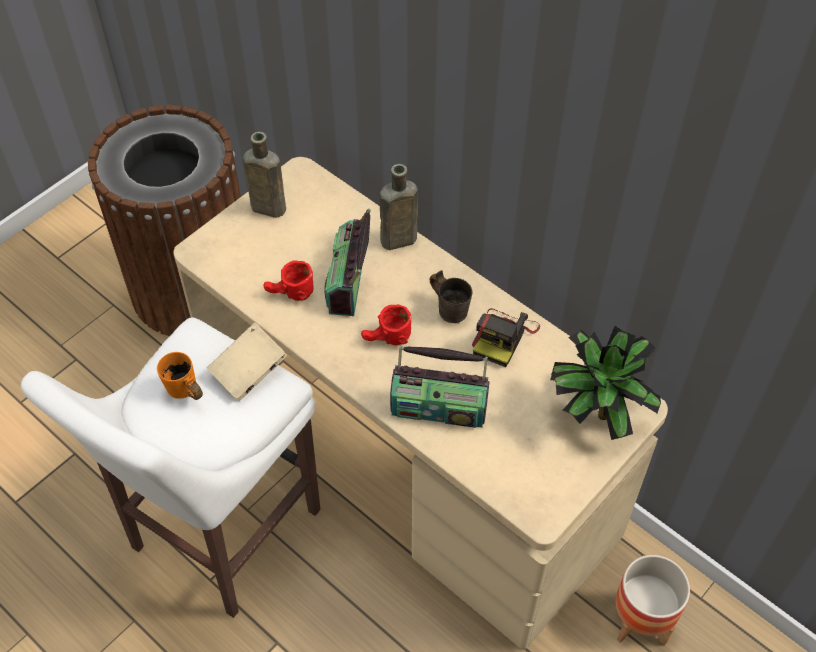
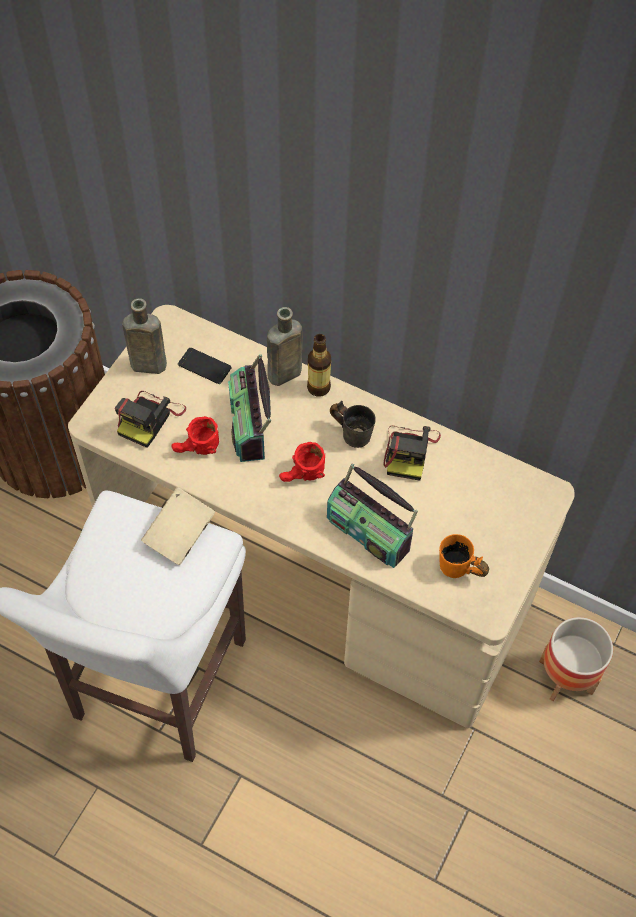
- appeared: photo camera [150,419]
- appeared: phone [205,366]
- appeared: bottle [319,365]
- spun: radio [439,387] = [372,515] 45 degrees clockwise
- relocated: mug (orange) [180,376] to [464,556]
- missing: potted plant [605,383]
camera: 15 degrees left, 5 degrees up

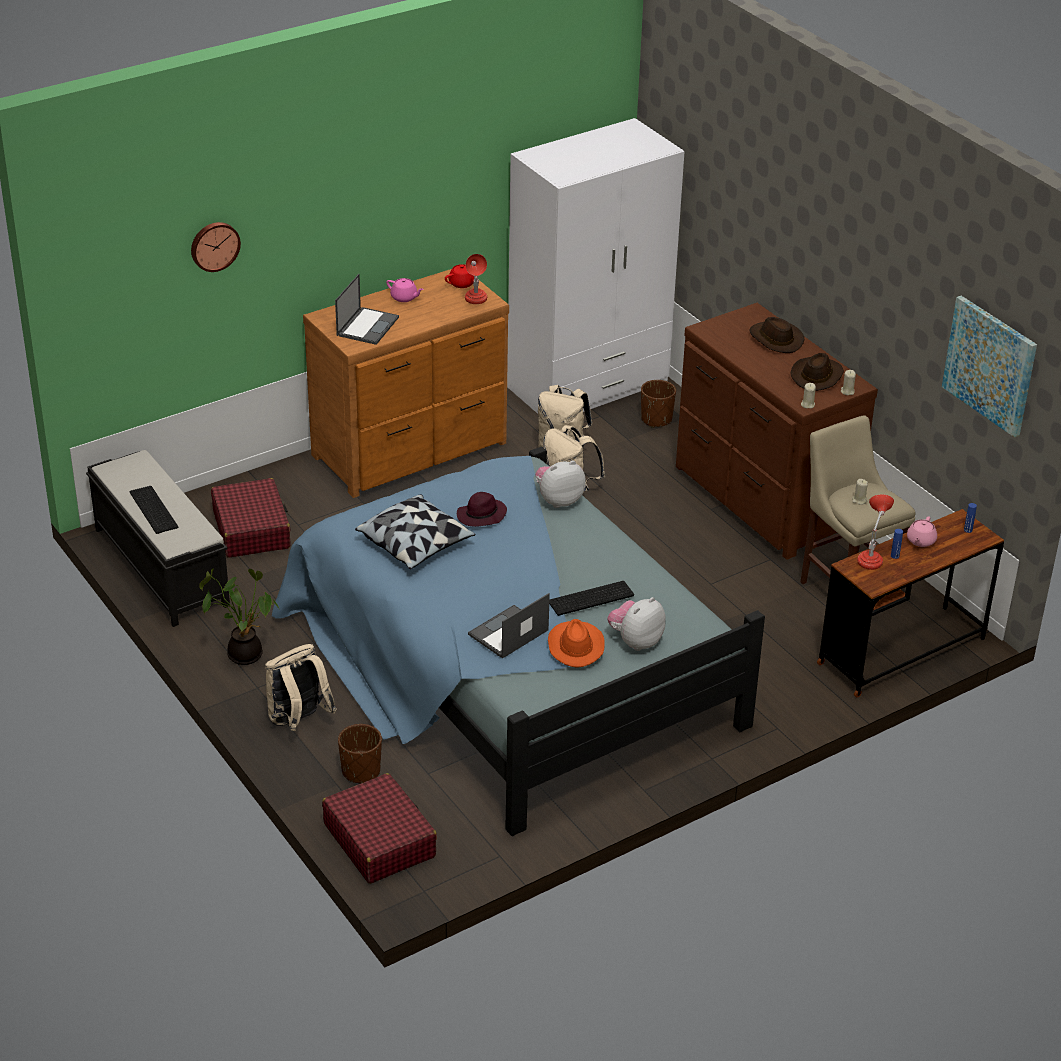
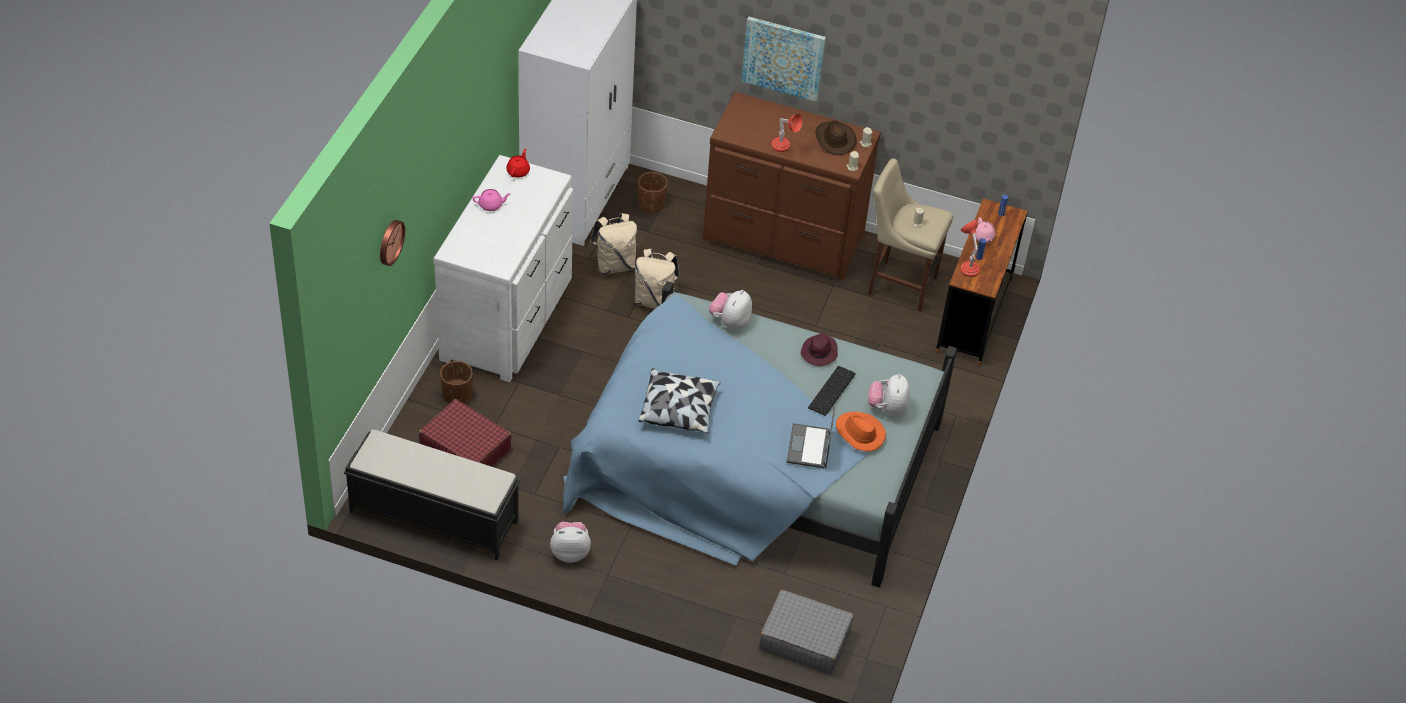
- colour: dresser (brown) [406,383] to dresser (white) [503,268]
- relocated: planter (brown) [360,754] to [456,382]
- exchanged: potted plant [239,616] to plush toy [570,542]
- relocated: picture [989,367] to [783,59]
- colour: suitcase (red) [379,828] to suitcase (grey) [806,632]
- relocated: table lamp (red) [476,279] to [786,133]
- relocated: hat (purple) [482,509] to [819,350]
- missing: keyboard [154,510]
- missing: backpack (beige) [301,687]
- missing: laptop [367,309]
- missing: hat (brown) [776,335]
camera: 40 degrees left, 10 degrees up

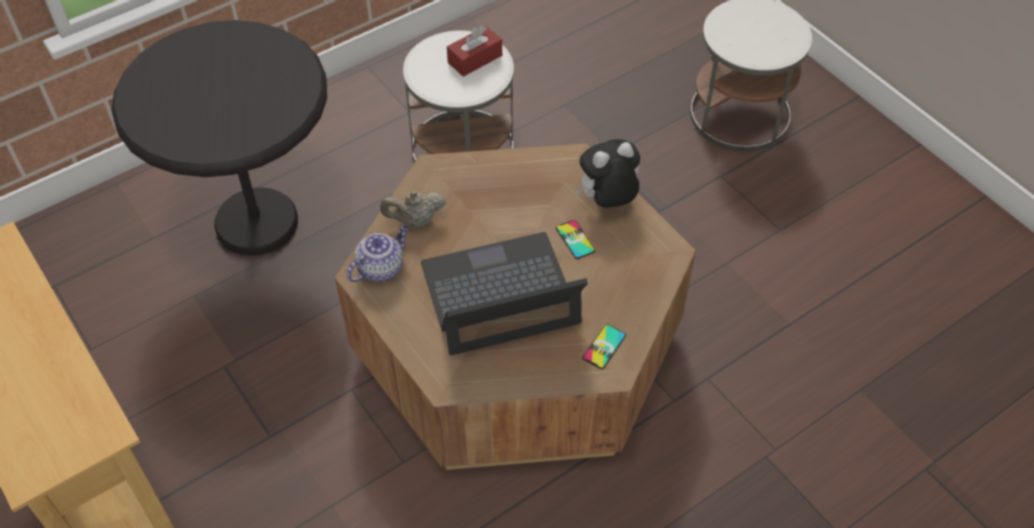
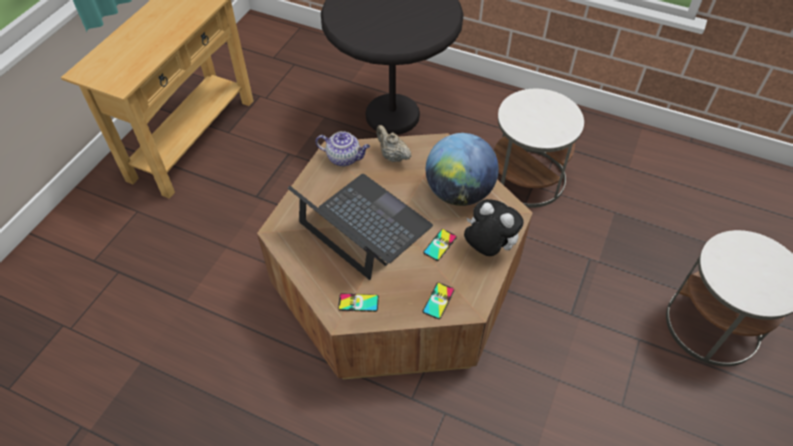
- appeared: phone [439,301]
- appeared: globe [462,169]
- missing: tissue box (red) [474,51]
camera: 60 degrees right, 0 degrees up

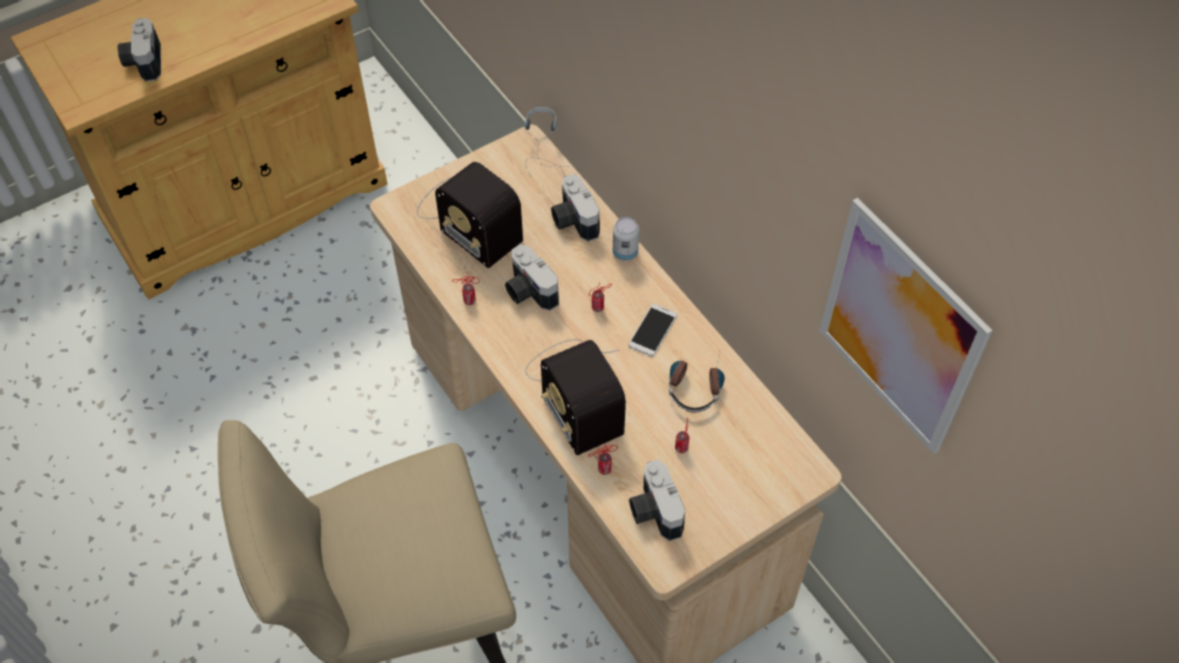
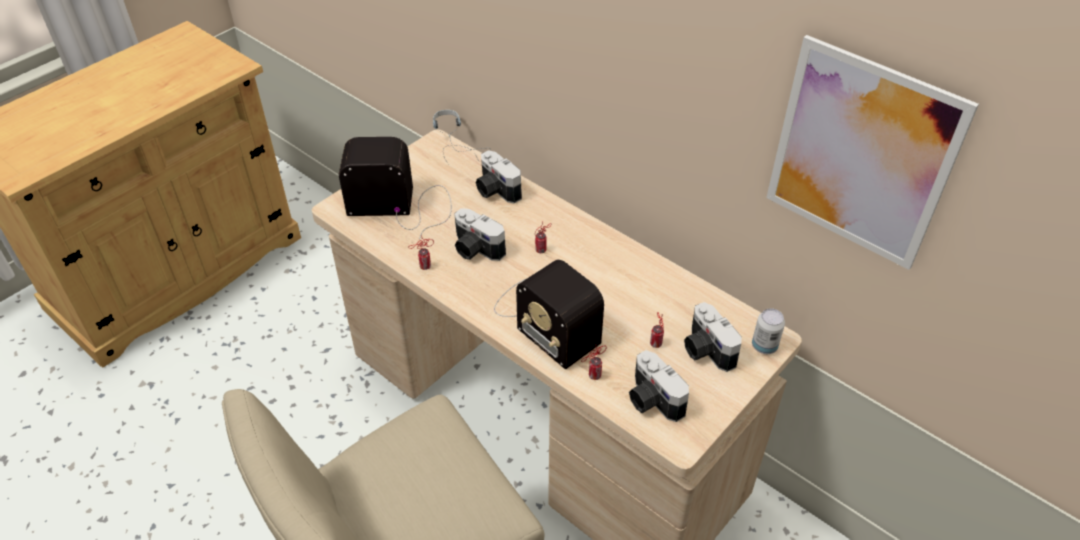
- spun: radio [470,215] = [395,188] 150 degrees clockwise
- relocated: photo camera [139,50] to [713,337]
- relocated: can [626,239] to [768,331]
- missing: phone [652,330]
- missing: headphones [697,382]
camera: 15 degrees left, 10 degrees down

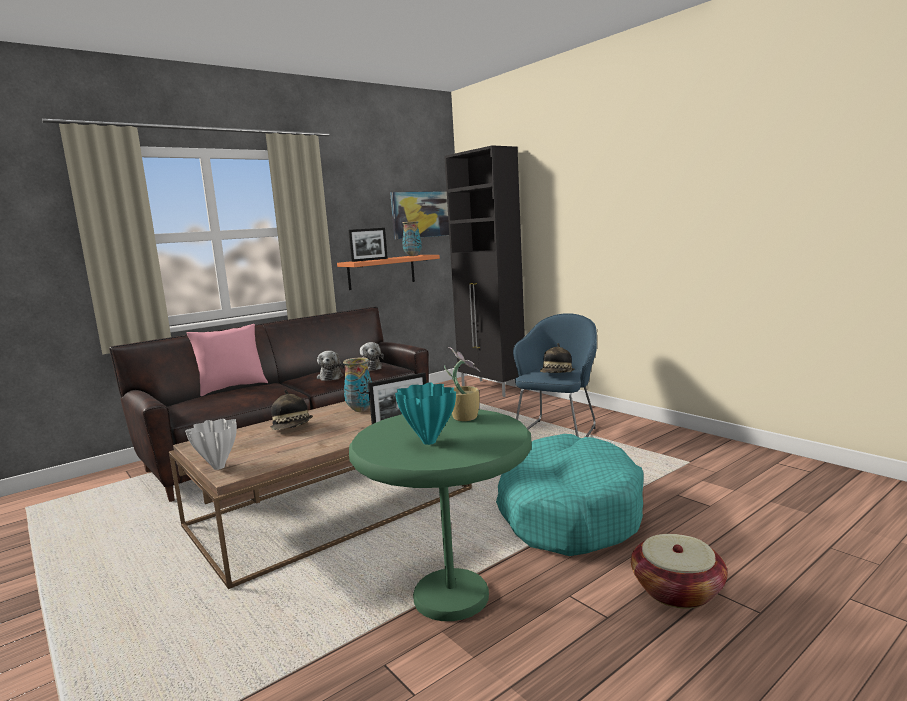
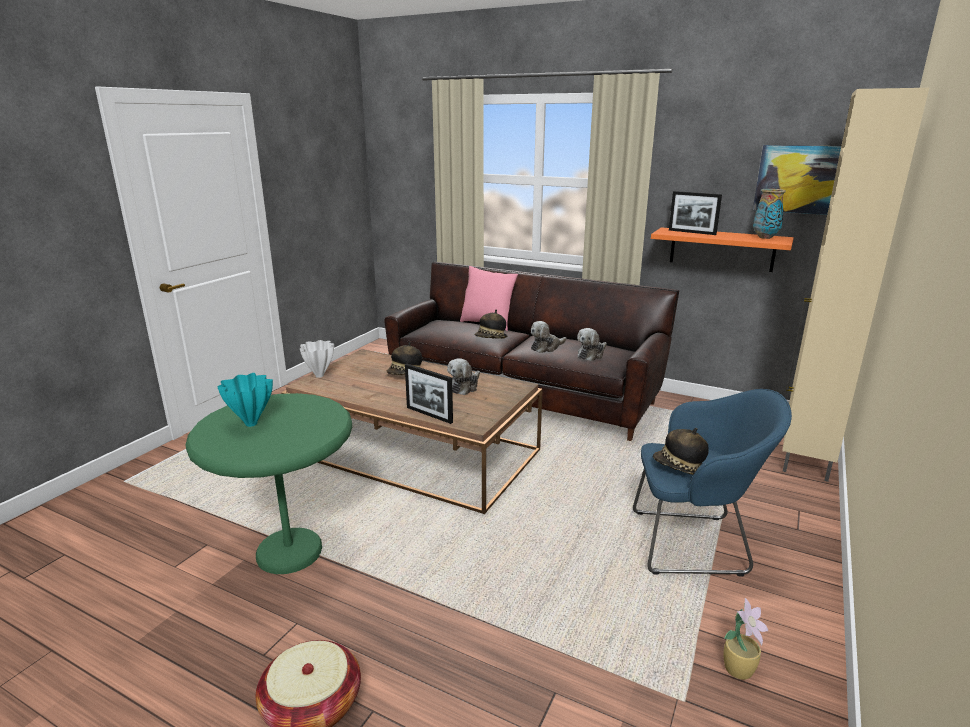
- exchanged: vase [357,384] to plush toy [463,376]
- appeared: hat [491,324]
- relocated: potted plant [462,384] to [746,639]
- colour: cabinet (black) [484,271] to cabinet (beige) [855,285]
- missing: dog bed (turquoise) [569,495]
camera: 65 degrees right, 10 degrees up

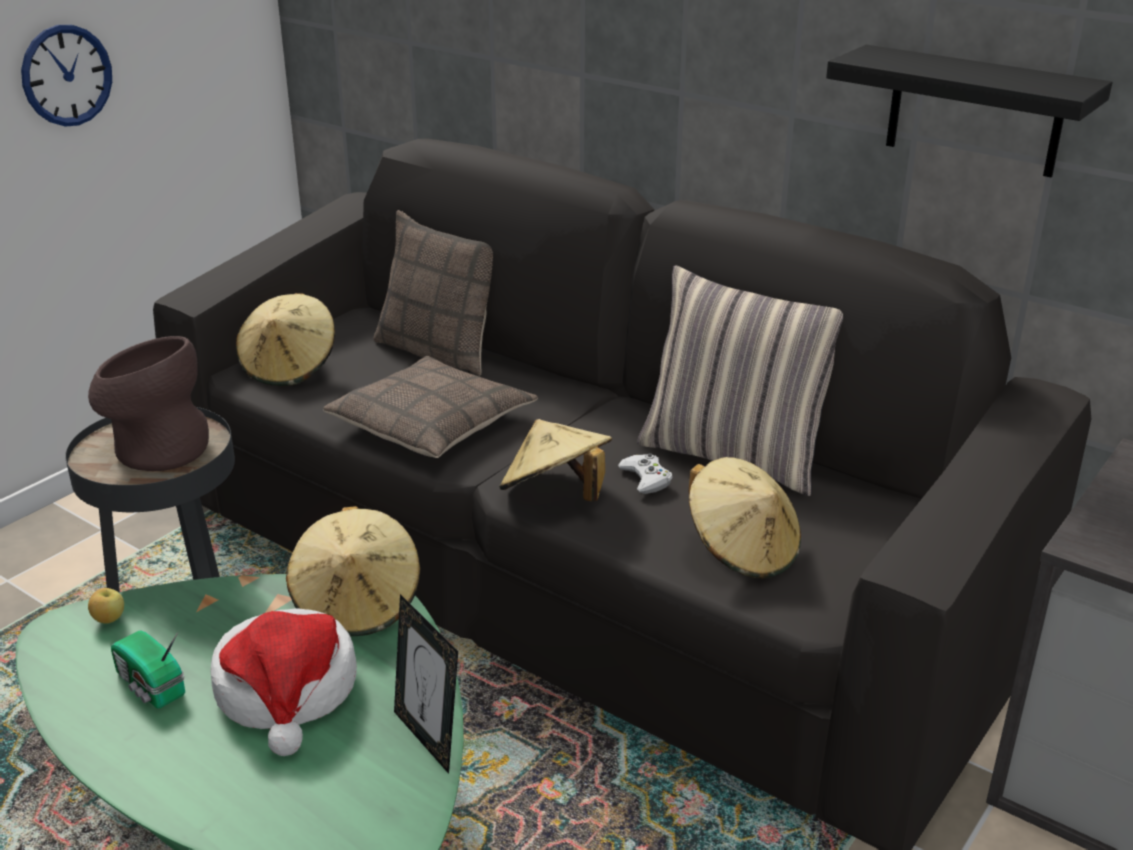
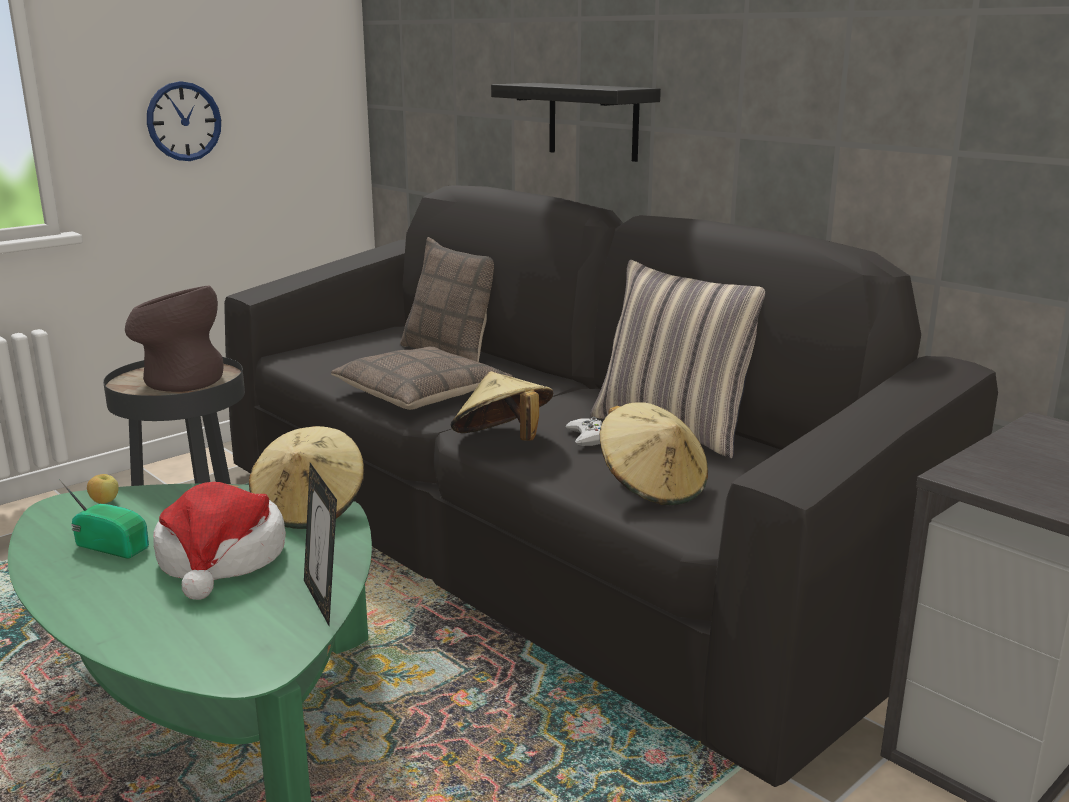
- spun: radio [148,669] = [104,519] 150 degrees clockwise
- relocated: shelf (black) [969,111] to [576,122]
- missing: hat (beige) [285,339]
camera: 10 degrees right, 10 degrees down

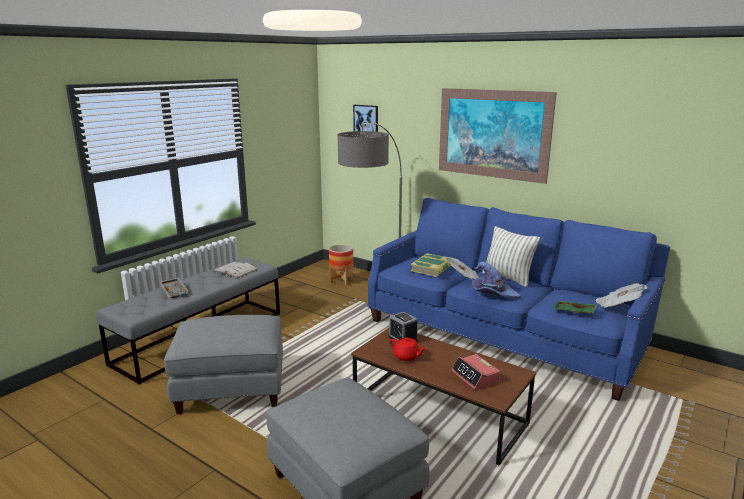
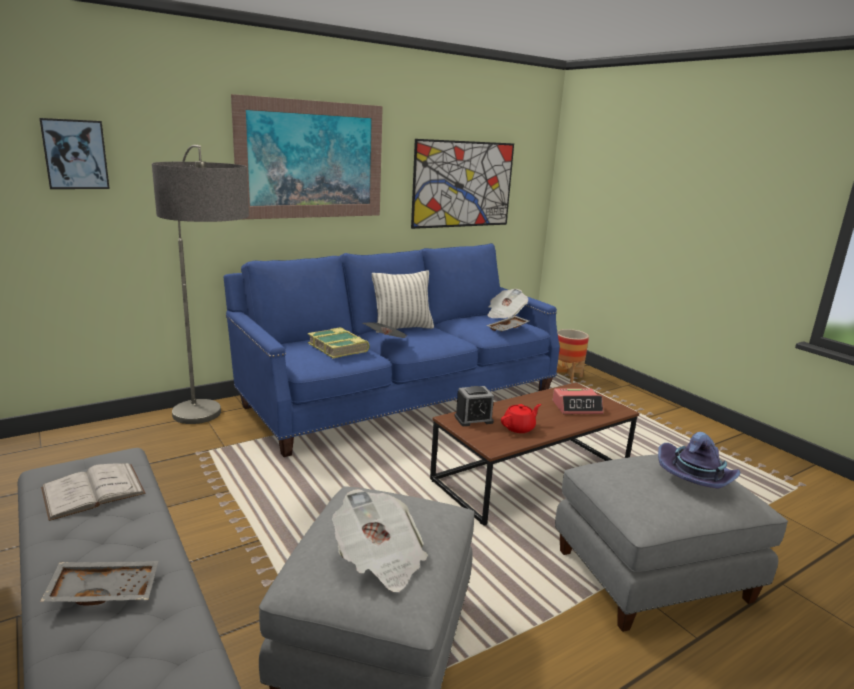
- appeared: newspaper [380,540]
- appeared: picture [462,184]
- colour: tray (green) [575,307] to tray (grey) [507,323]
- relocated: planter [341,264] to [573,356]
- relocated: hat (purple) [496,280] to [699,460]
camera: 70 degrees left, 0 degrees up

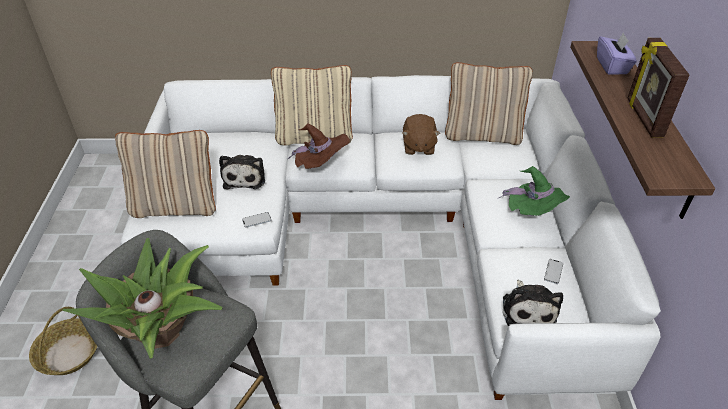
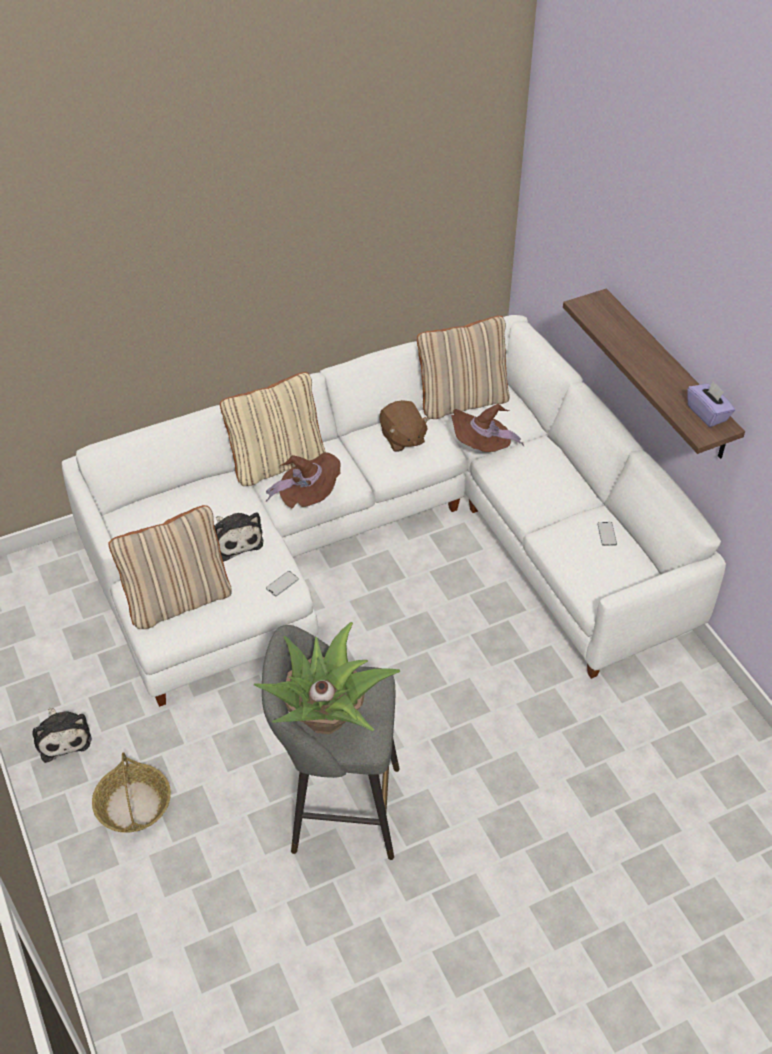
- relocated: plush toy [533,303] to [62,735]
- appeared: hat (brown) [487,428]
- relocated: tissue box (purple) [617,53] to [711,404]
- missing: hat (green) [533,191]
- missing: picture frame [658,88]
camera: 25 degrees left, 5 degrees up

